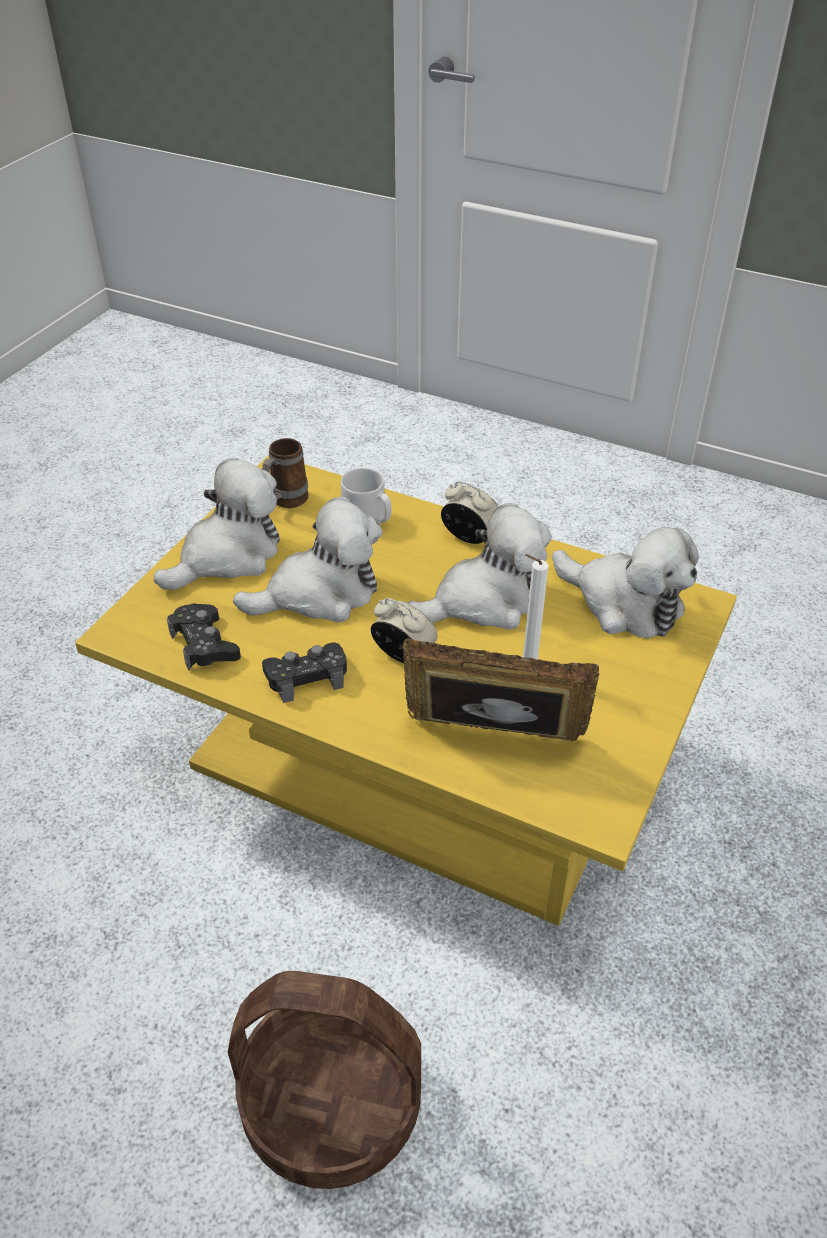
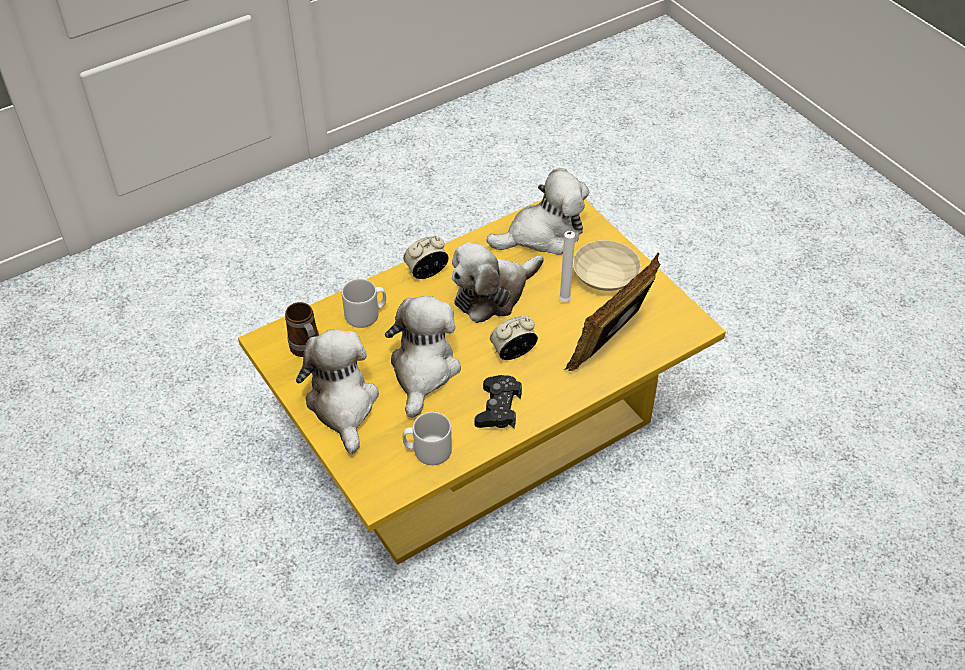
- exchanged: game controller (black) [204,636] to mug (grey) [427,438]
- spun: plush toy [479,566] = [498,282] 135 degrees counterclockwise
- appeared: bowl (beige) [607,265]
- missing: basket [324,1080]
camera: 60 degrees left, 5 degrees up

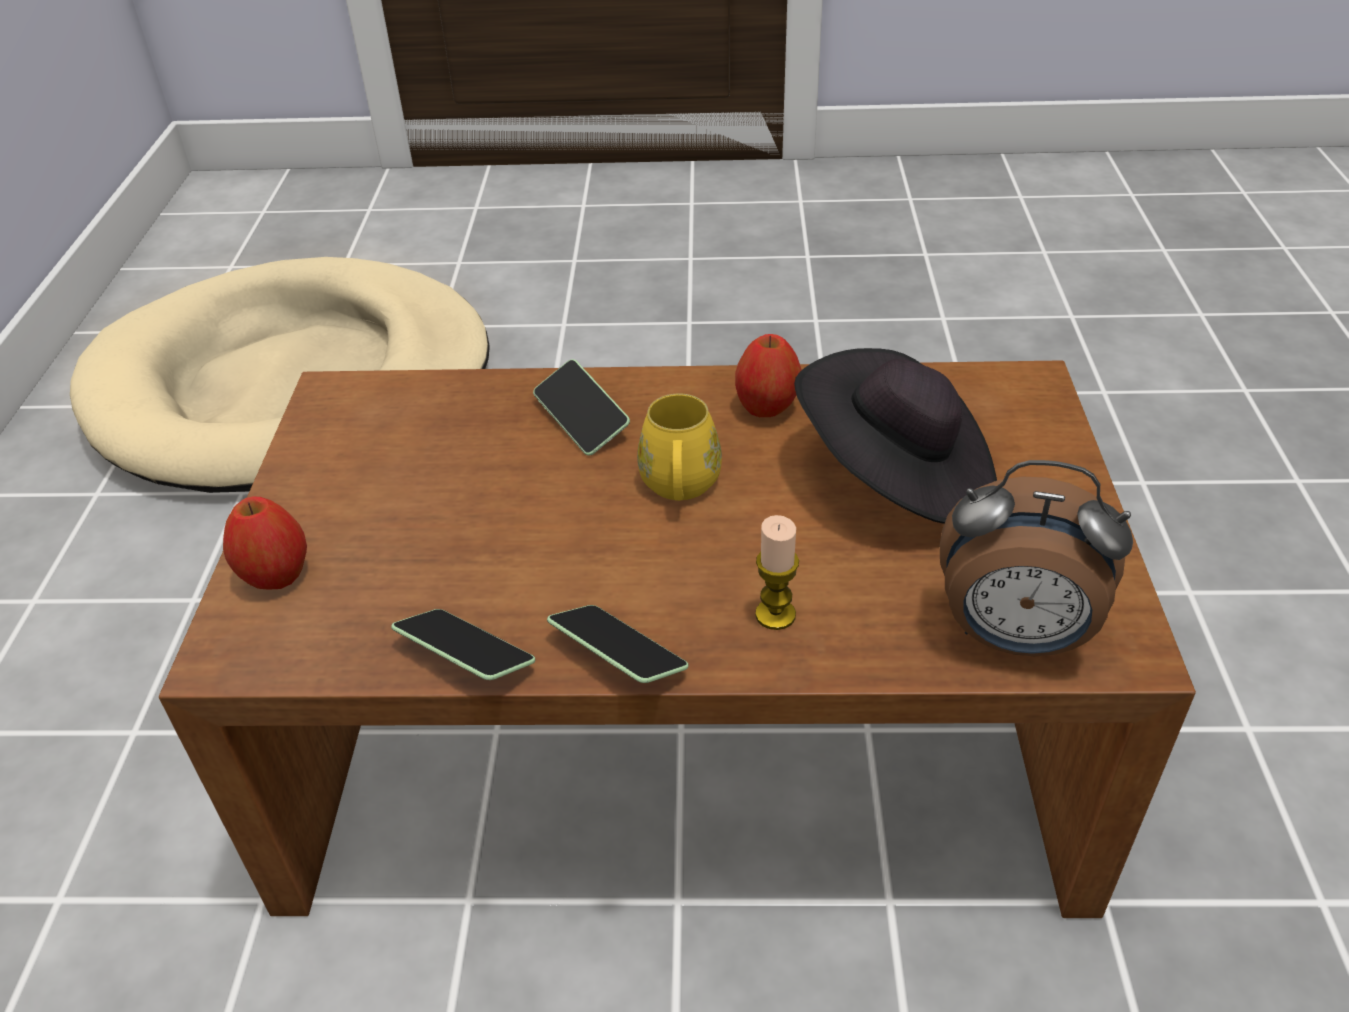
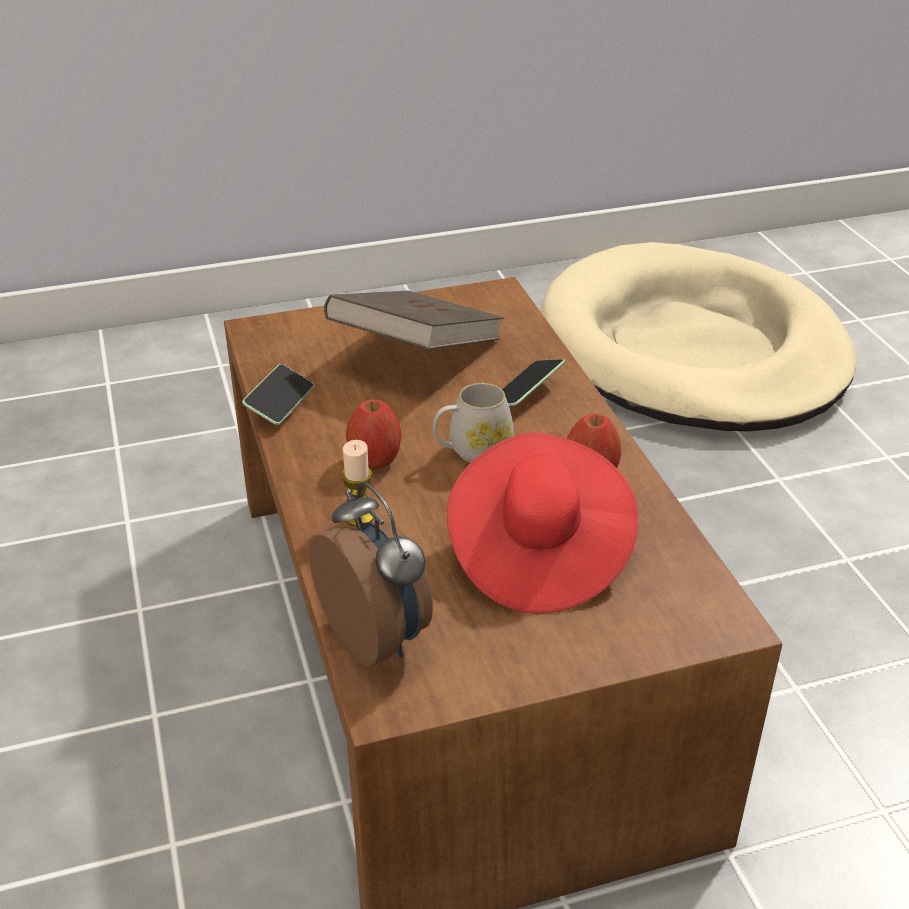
- spun: alarm clock [1036,558] = [371,574] 150 degrees clockwise
- appeared: book (brown) [414,320]
- relocated: apple [265,543] to [373,434]
- colour: mug (yellow) [679,447] to mug (white) [473,422]
- colour: hat (black) [895,436] to hat (red) [542,523]
- missing: phone [618,644]
camera: 70 degrees right, 5 degrees down

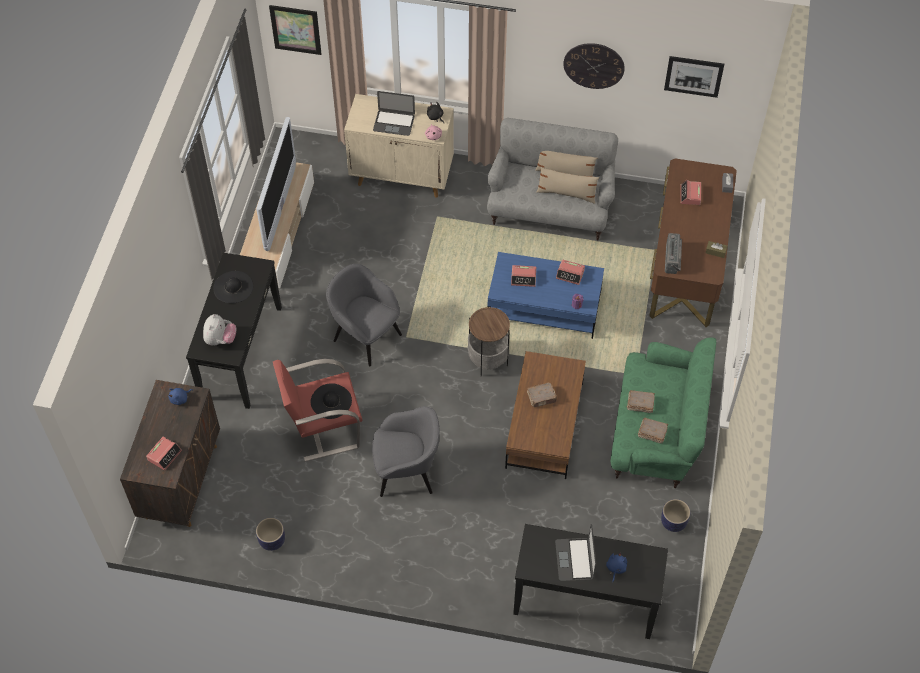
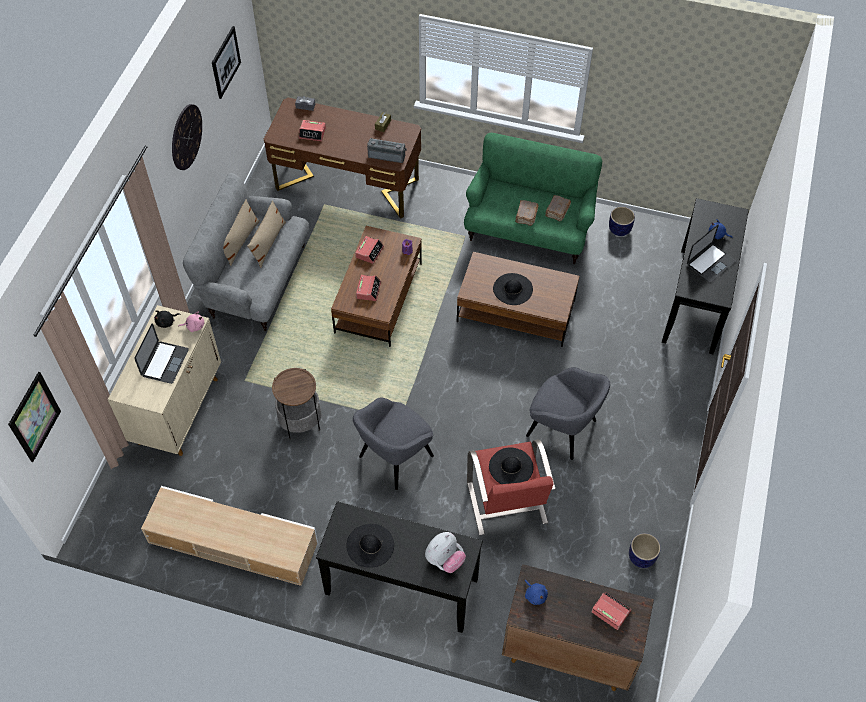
- relocated: side table [489,341] to [296,403]
- colour: coffee table (blue) [546,295] to coffee table (brown) [376,286]
- spun: plush toy [219,330] = [445,552] 120 degrees clockwise
- exchanged: book (brown) [542,395] to hat (black) [513,289]
- spun: armchair (grey) [406,451] = [568,413] 120 degrees clockwise
- spun: laptop [575,552] = [711,253] 45 degrees counterclockwise
- missing: television [276,184]
camera: 85 degrees left, 0 degrees up

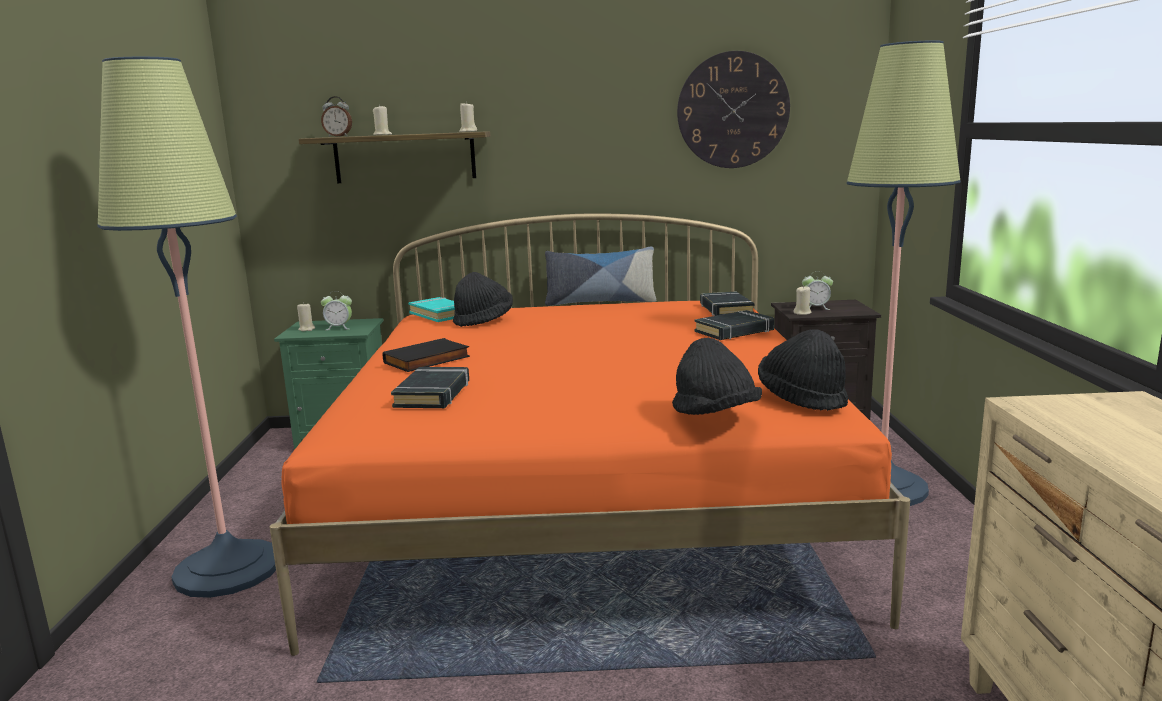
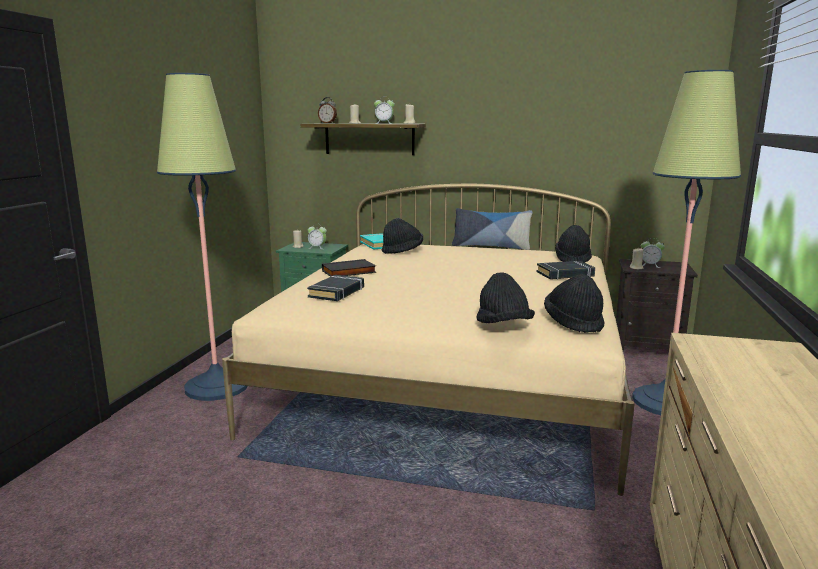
- colour: bed (orange) [590,435] to bed (beige) [428,340]
- appeared: alarm clock [384,110]
- exchanged: book (black) [727,303] to hat (black) [573,244]
- missing: wall clock [733,109]
camera: 15 degrees right, 0 degrees up

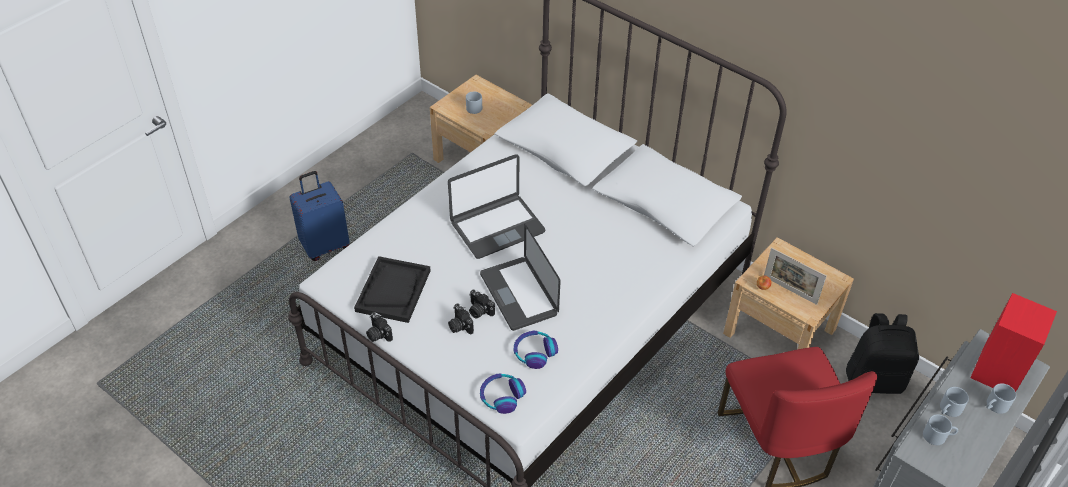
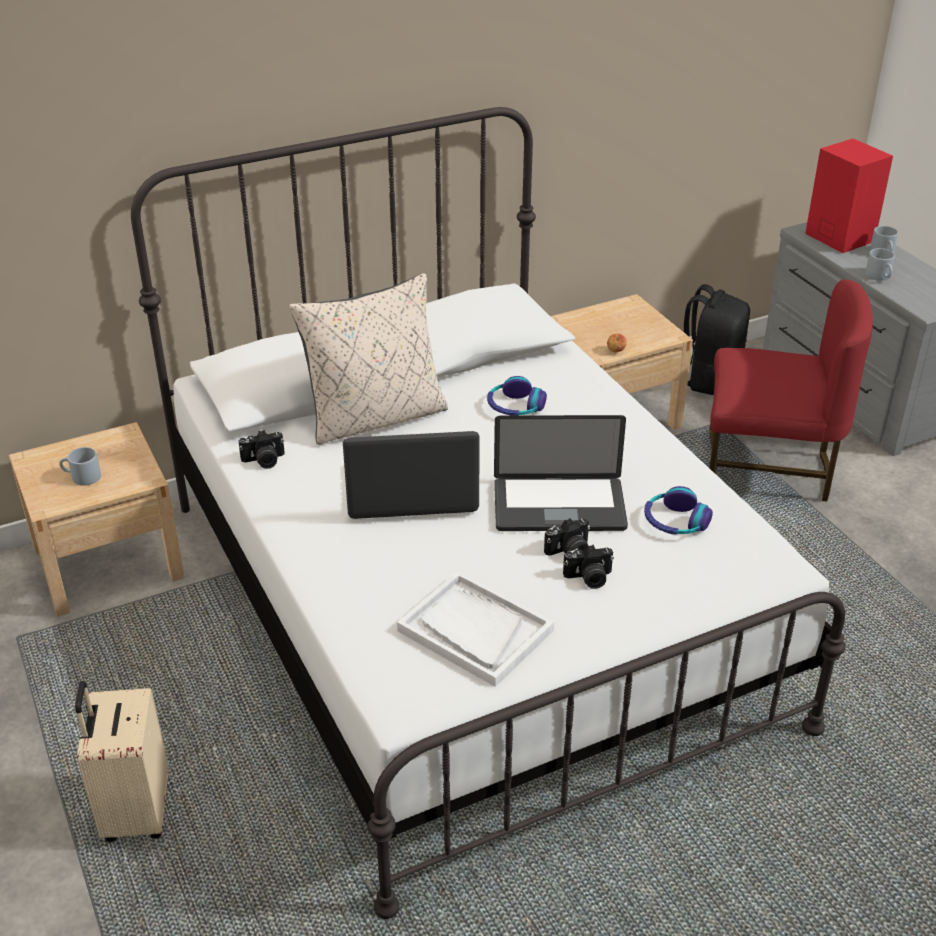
- colour: suitcase (blue) [319,216] to suitcase (beige) [122,761]
- relocated: photo camera [379,327] to [262,449]
- appeared: pillow (beige) [368,359]
- spun: laptop [496,206] = [411,475] 90 degrees counterclockwise
- colour: tray (black) [392,289] to tray (white) [475,629]
- relocated: headphones [503,393] to [517,396]
- missing: picture frame [795,276]
- missing: mug (grey) [940,429]
camera: 65 degrees left, 10 degrees down

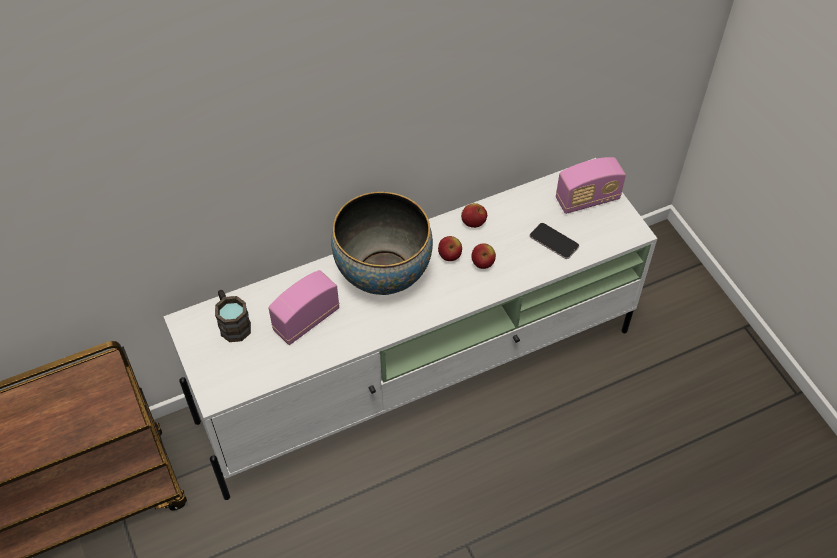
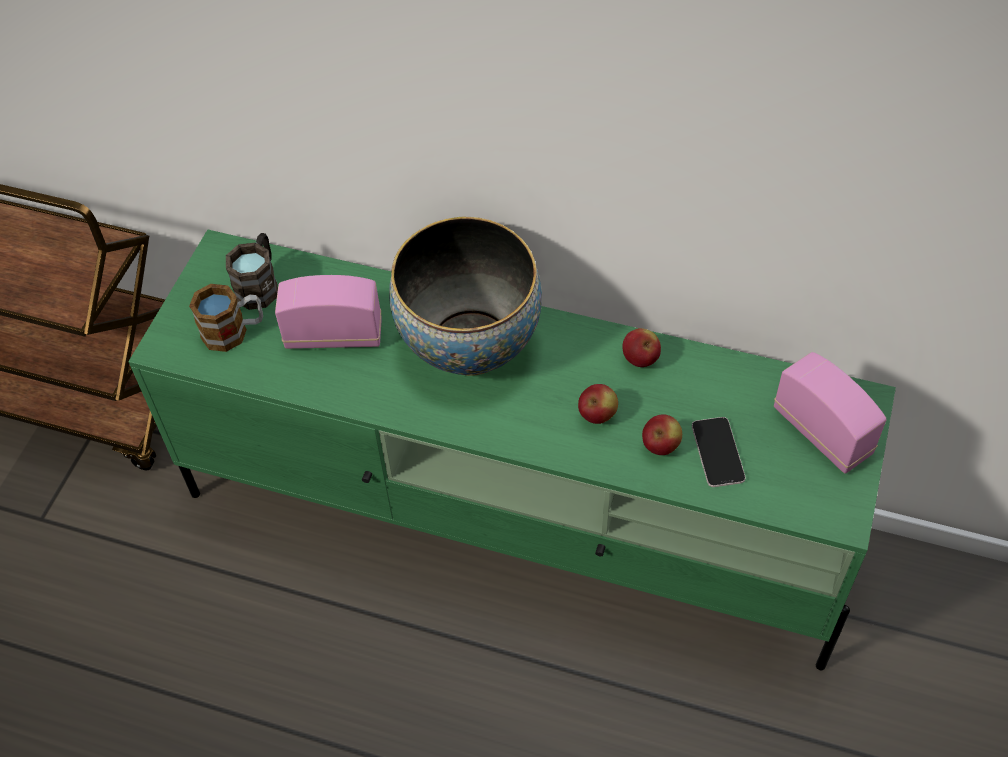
- colour: tv stand (white) [411,329] to tv stand (green) [512,450]
- appeared: mug [226,318]
- relocated: apple [450,248] to [662,434]
- spun: radio [591,185] = [830,413] 150 degrees counterclockwise
camera: 45 degrees right, 0 degrees up

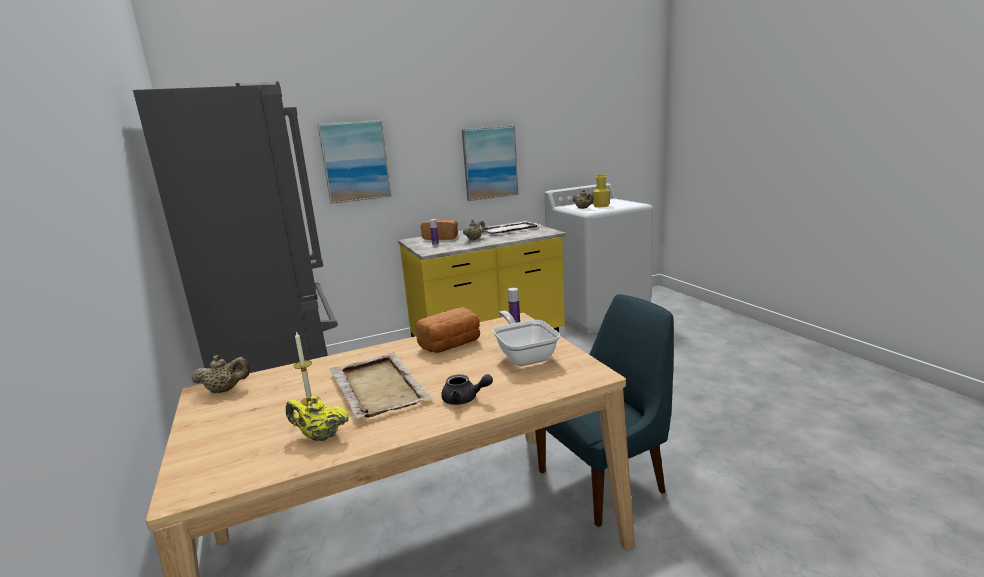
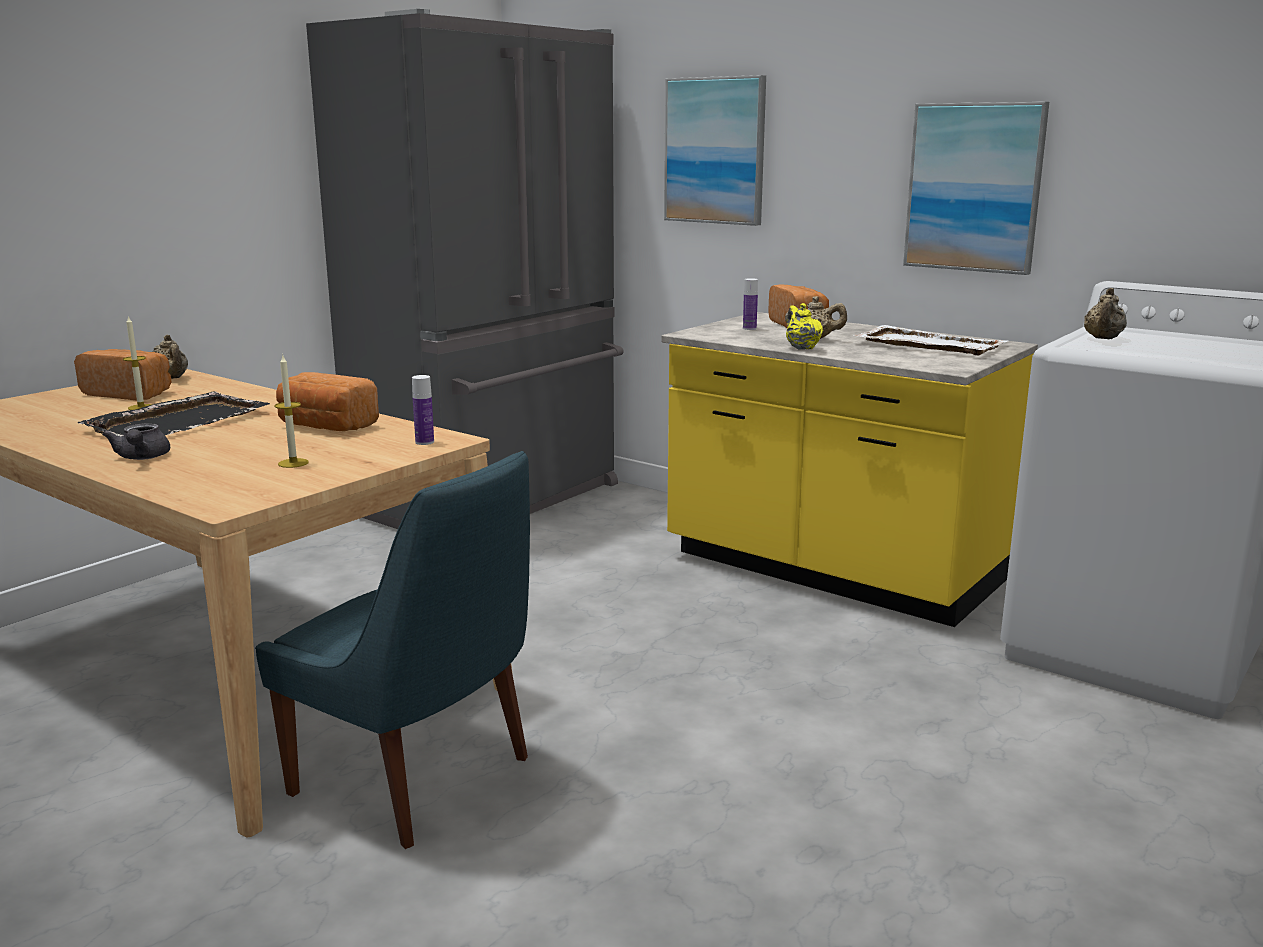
- appeared: bread [123,374]
- colour: tray (beige) [382,385] to tray (black) [173,413]
- exchanged: frying pan [526,338] to candle [291,412]
- relocated: teapot (yellow) [317,418] to [804,326]
- missing: bottle (yellow) [601,190]
camera: 60 degrees right, 0 degrees up

